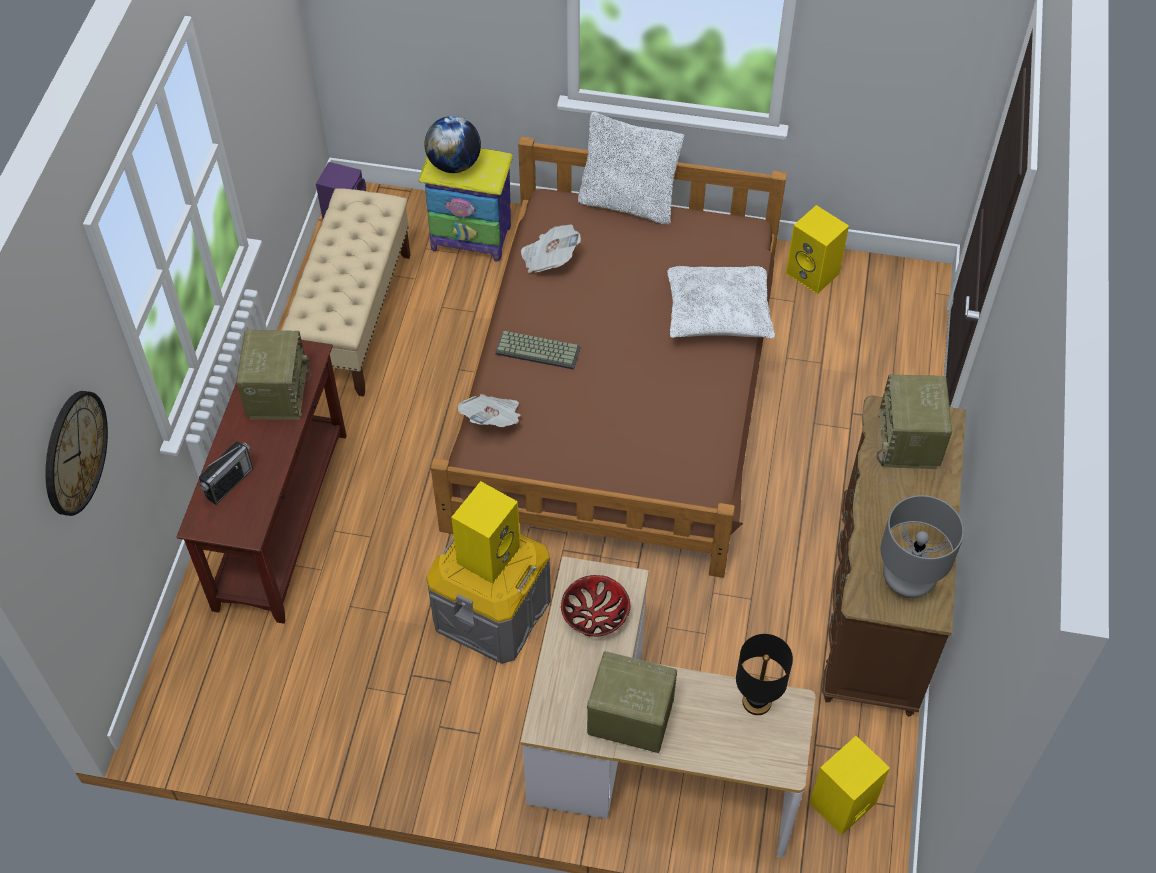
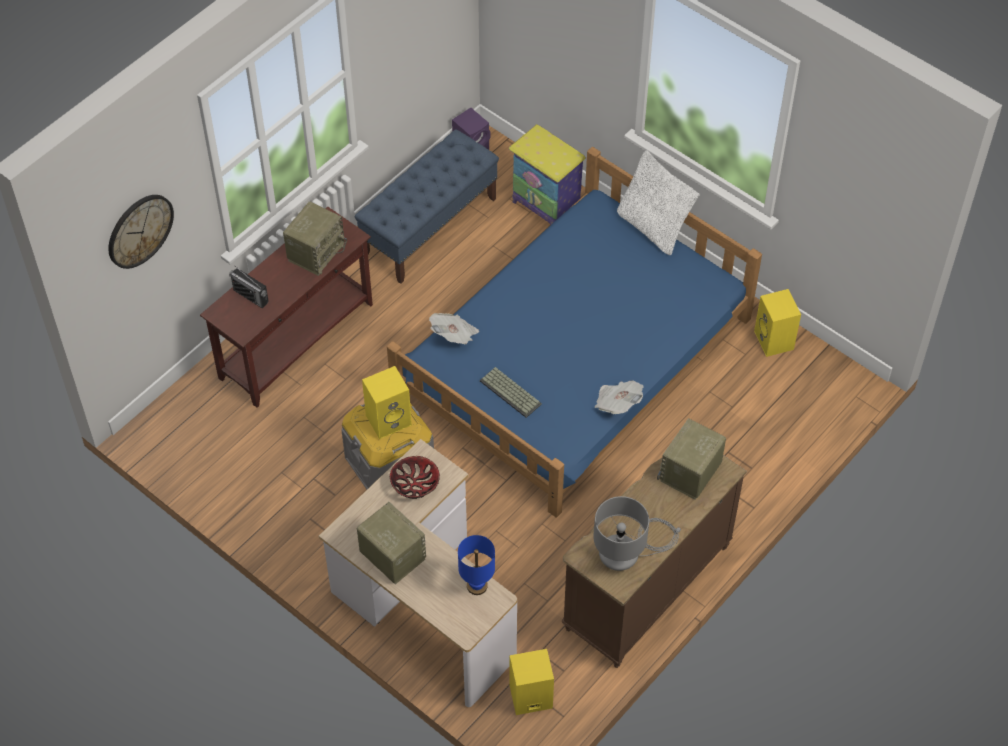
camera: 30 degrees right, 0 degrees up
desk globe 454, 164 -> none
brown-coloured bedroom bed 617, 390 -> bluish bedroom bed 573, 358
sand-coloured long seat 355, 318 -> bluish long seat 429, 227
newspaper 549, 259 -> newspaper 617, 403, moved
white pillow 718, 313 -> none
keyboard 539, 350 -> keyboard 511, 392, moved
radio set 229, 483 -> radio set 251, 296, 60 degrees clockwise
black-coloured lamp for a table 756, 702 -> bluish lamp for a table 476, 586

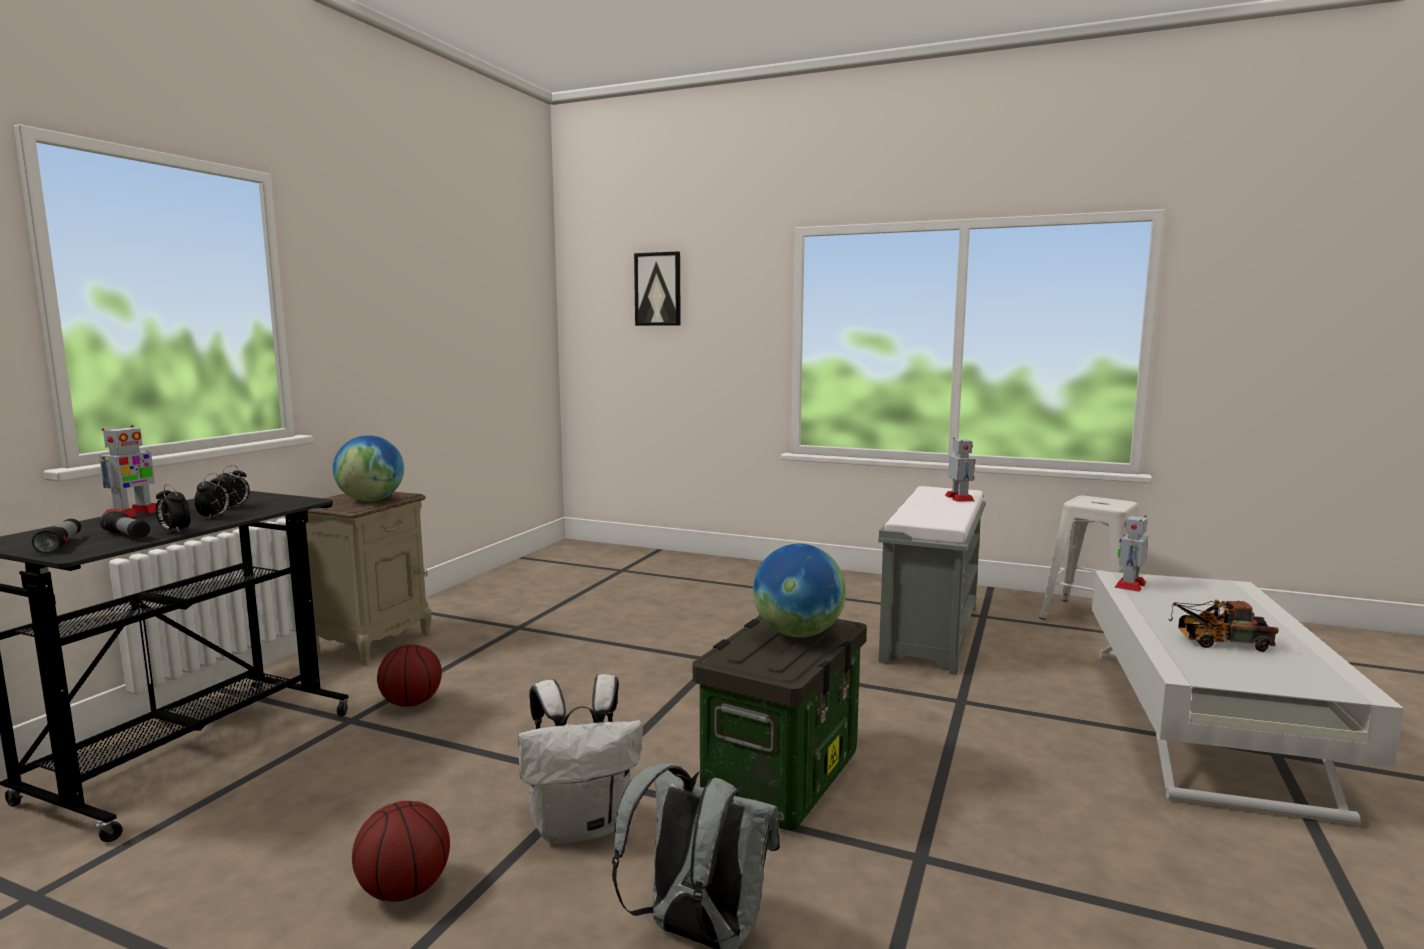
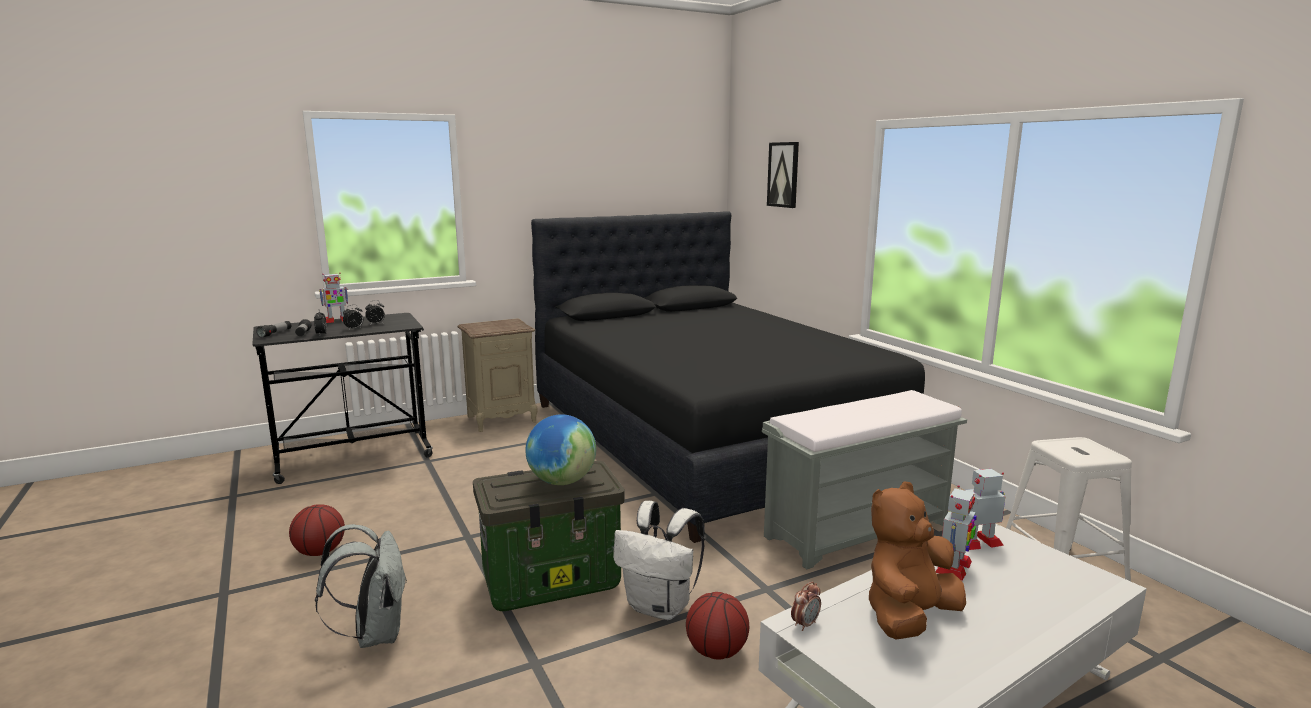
camera: 40 degrees right, 5 degrees up
desk globe 371, 500 -> none
model robot 959, 498 -> model robot 953, 567, moved
toy lorry 1218, 642 -> brown-coloured plush toy 908, 617
basketball ball 412, 703 -> basketball ball 717, 652, moved
white backpack 581, 826 -> white backpack 660, 607, moved
none -> black-coloured bedroom bed 710, 437
none -> table clock 805, 624

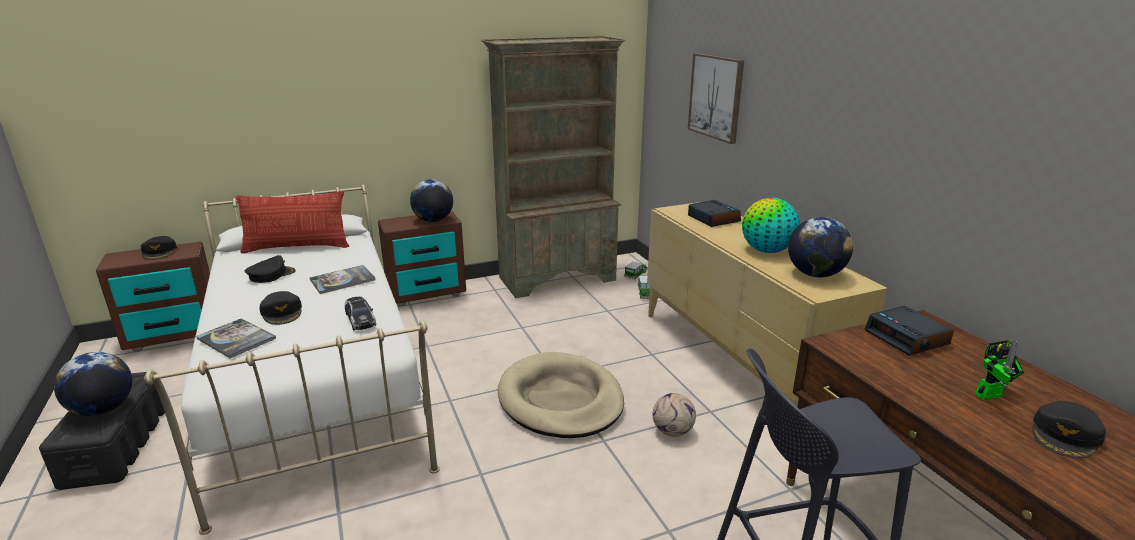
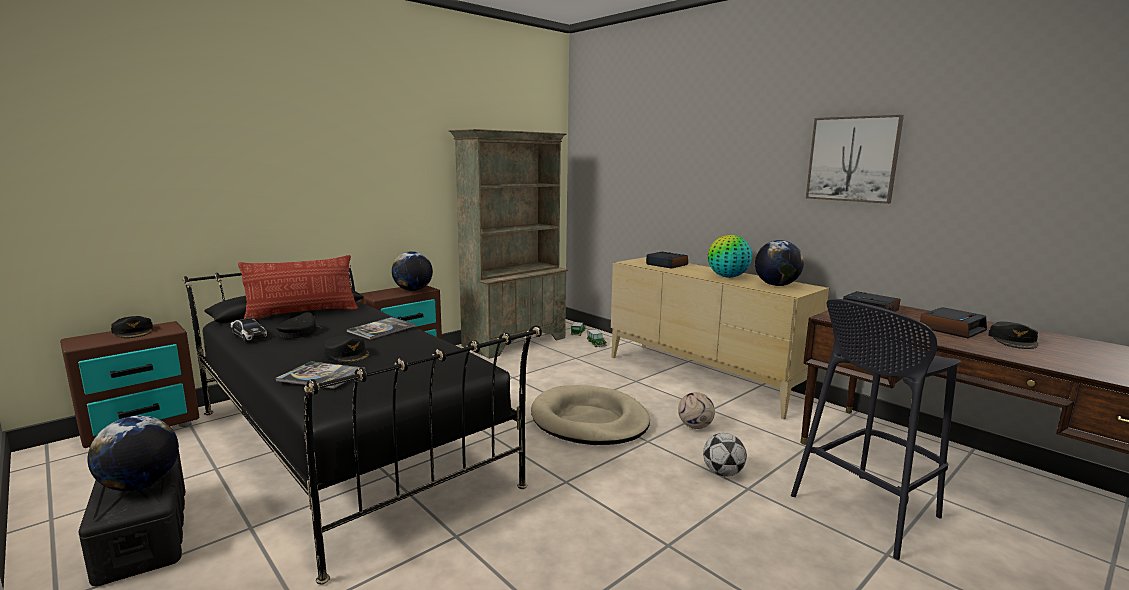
camera: 20 degrees left, 10 degrees down
picture 716, 97 -> picture 852, 159, moved
white bedroom bed 315, 387 -> black-coloured bedroom bed 346, 447
model car 360, 319 -> model car 249, 335, moved
model robot 991, 394 -> table clock 951, 329
none -> football ball 723, 473

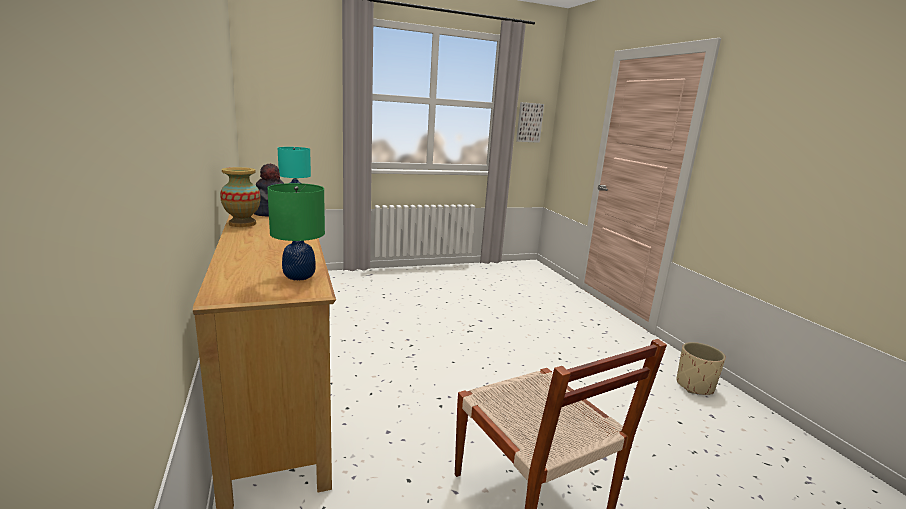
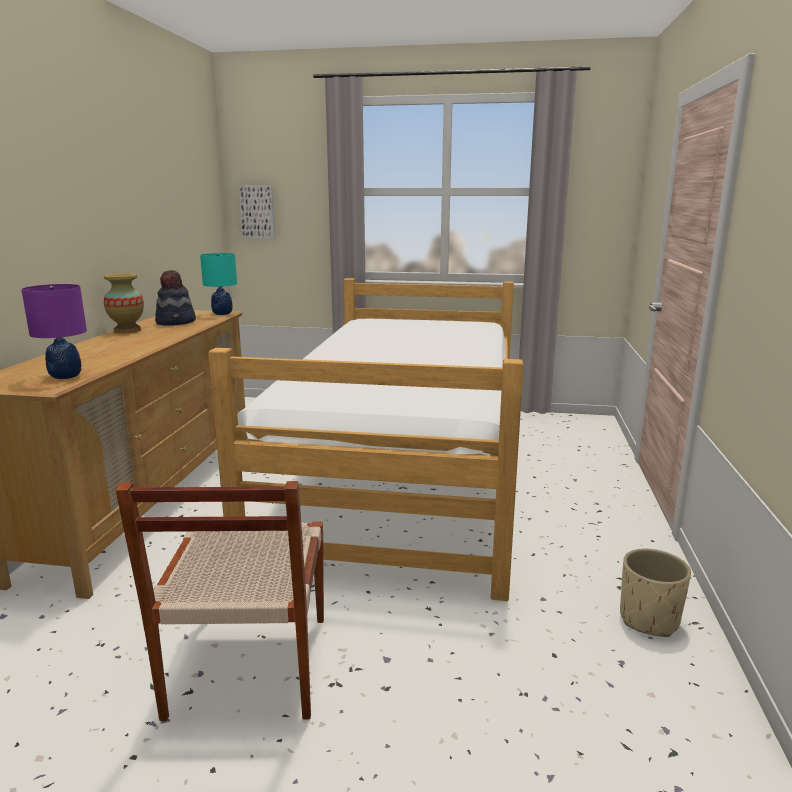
camera: 30 degrees right, 0 degrees up
picture 529, 122 -> picture 258, 212, moved
green-coloured lamp for a table 298, 277 -> purplish lamp for a table 65, 376
none -> bedroom bed 405, 474

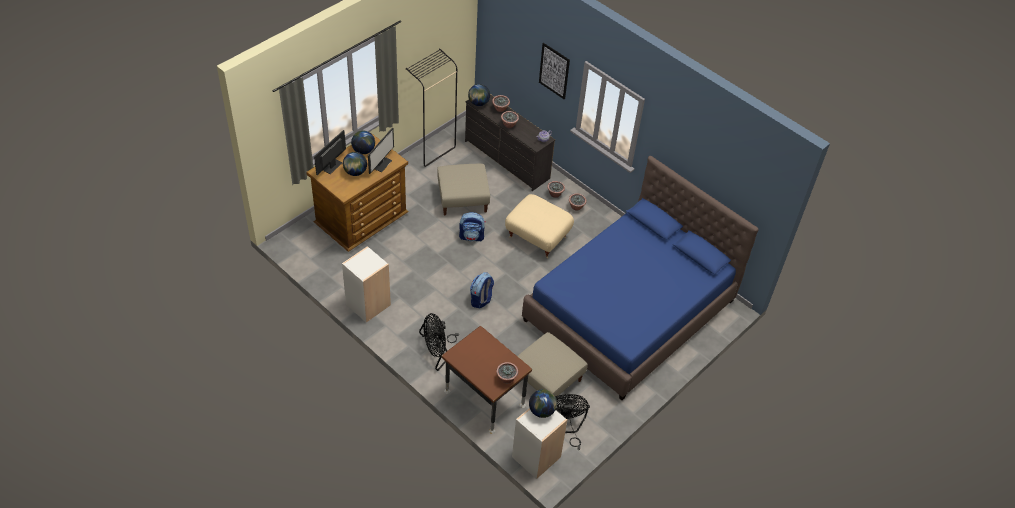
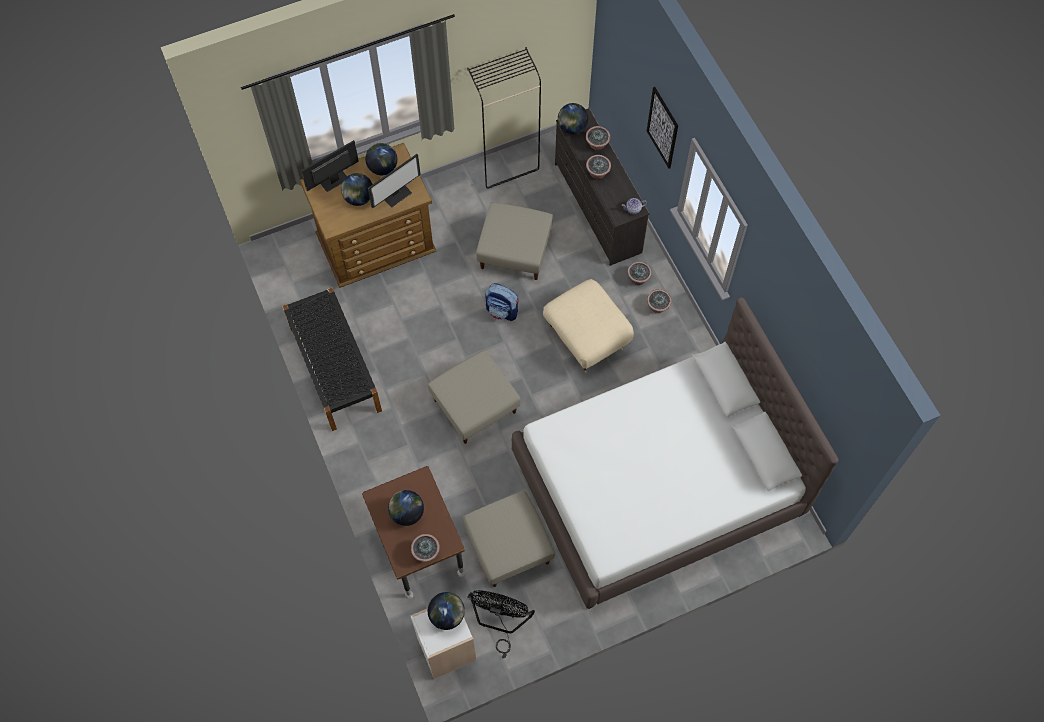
camera: 25 degrees right, 15 degrees up
bluish bedroom bed 629, 310 -> white bedroom bed 657, 483
bookcase 368, 304 -> black-coloured long seat 334, 369
backpack 481, 300 -> sand-coloured footrest 474, 406
black-coloured electric fan 438, 349 -> none
none -> desk globe 407, 513

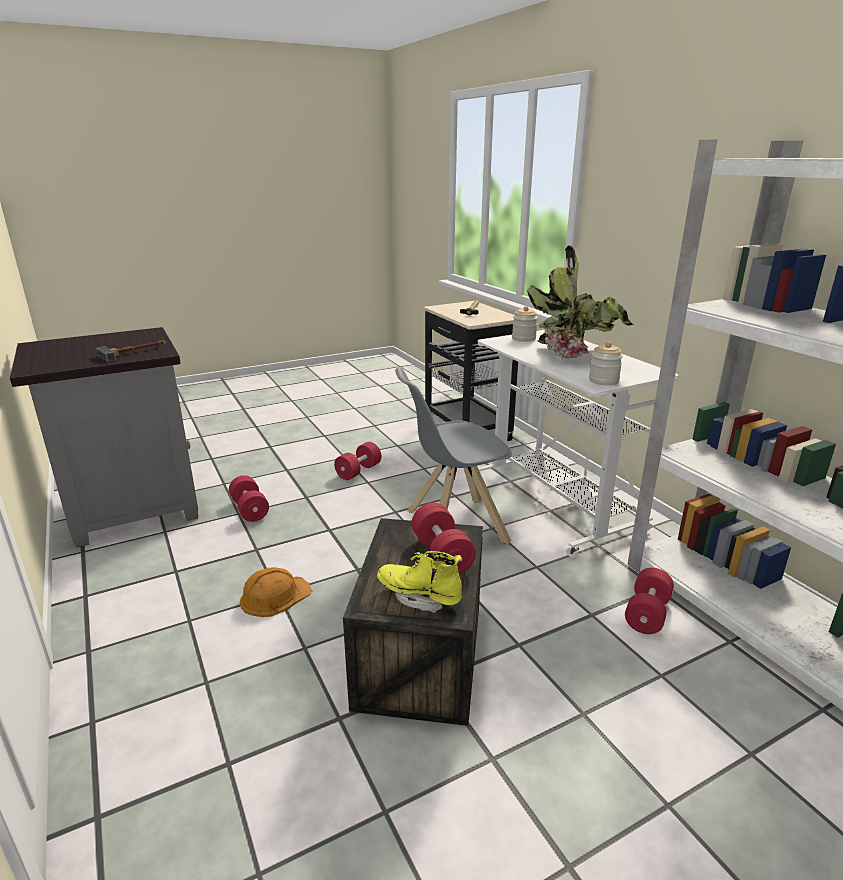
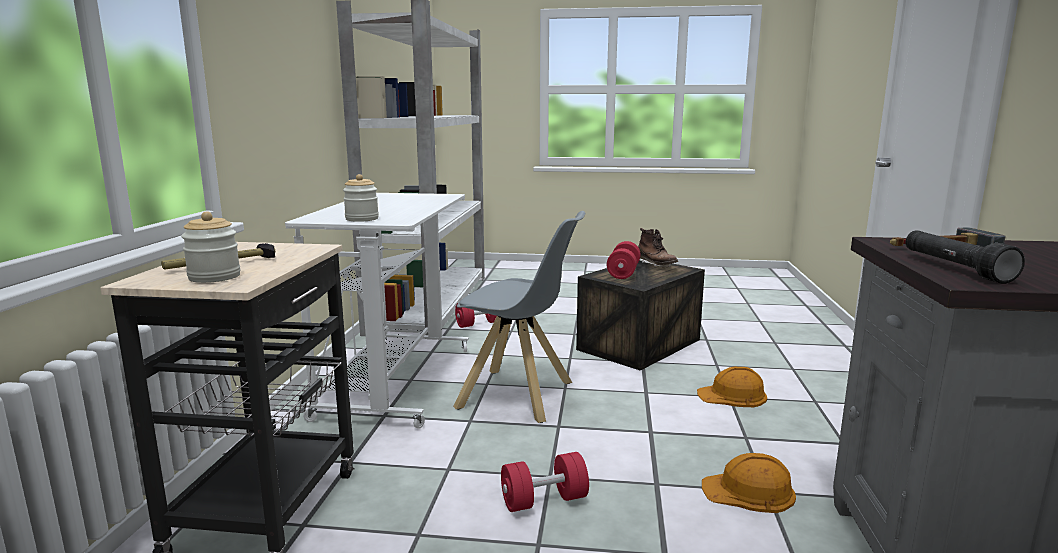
camera: 145 degrees left, 10 degrees down
houseplant 577, 356 -> none
storage jar 603, 381 -> storage jar 214, 277, moved
red hand weight 250, 509 -> orangey hard hat 749, 492
yellow boot 419, 597 -> brown-coloured boot 656, 266
none -> black-coloured hand torch 954, 268

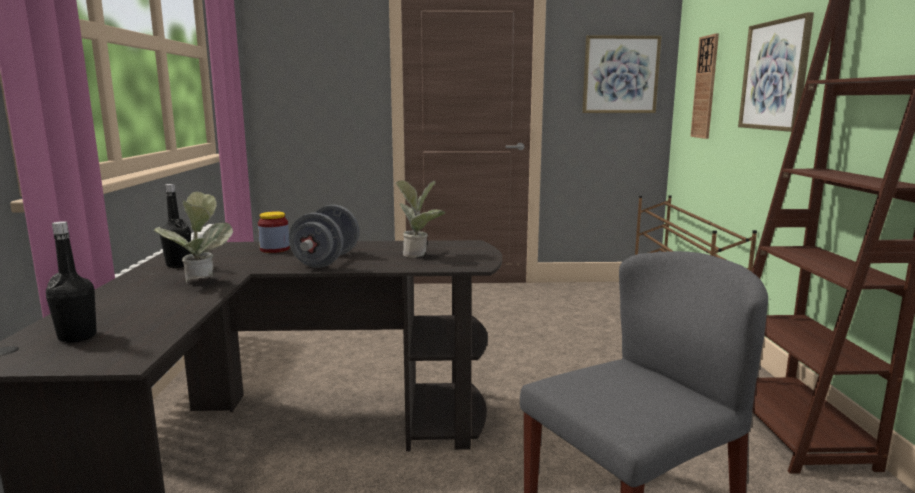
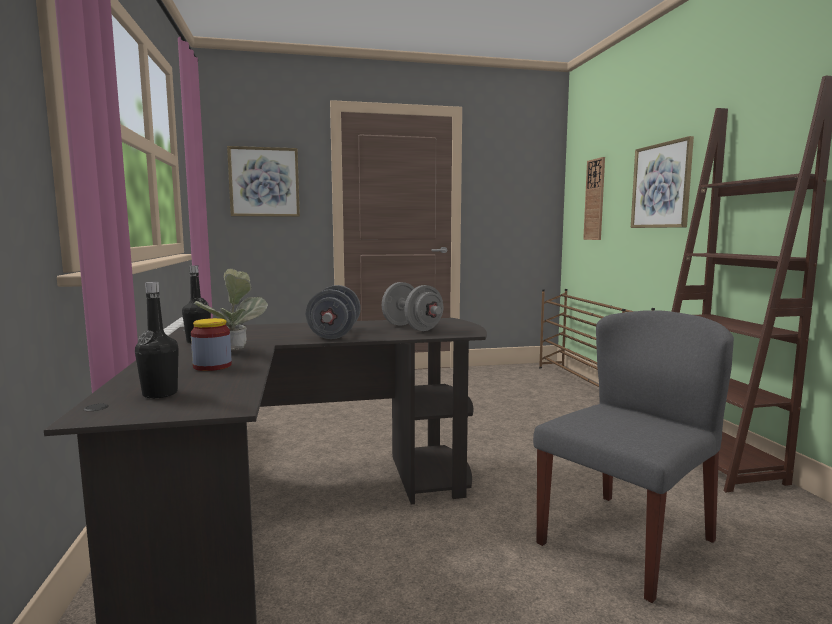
camera: 10 degrees left, 5 degrees down
picture 620, 75 -> picture 264, 182, moved
houseplant 419, 254 -> gray hand weight 412, 327
storage jar 274, 249 -> storage jar 212, 366, moved

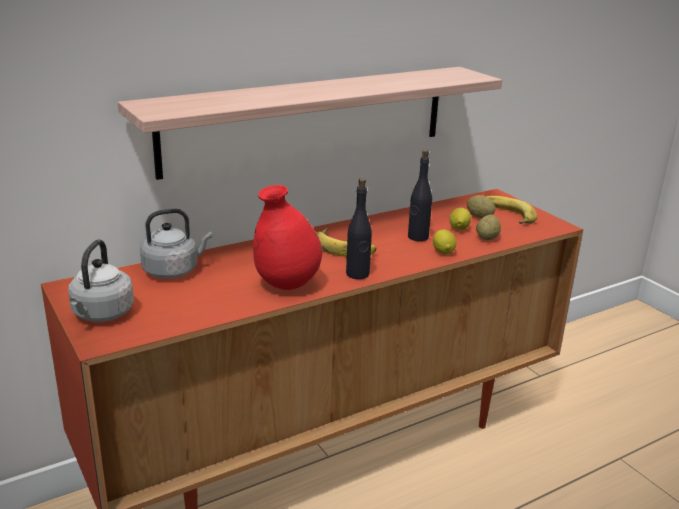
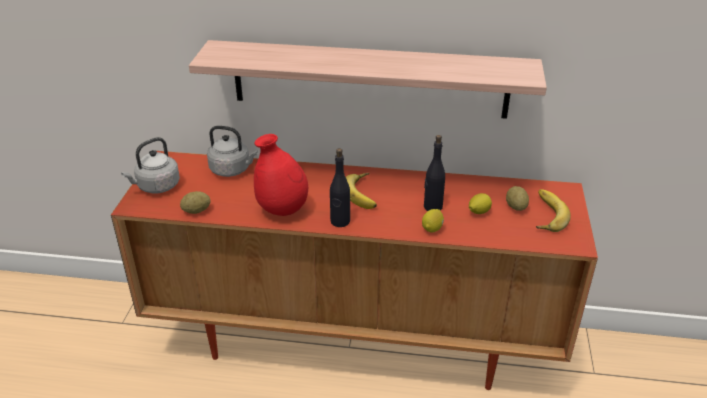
camera: 40 degrees right, 10 degrees up
spud 487, 238 -> spud 196, 211, moved

